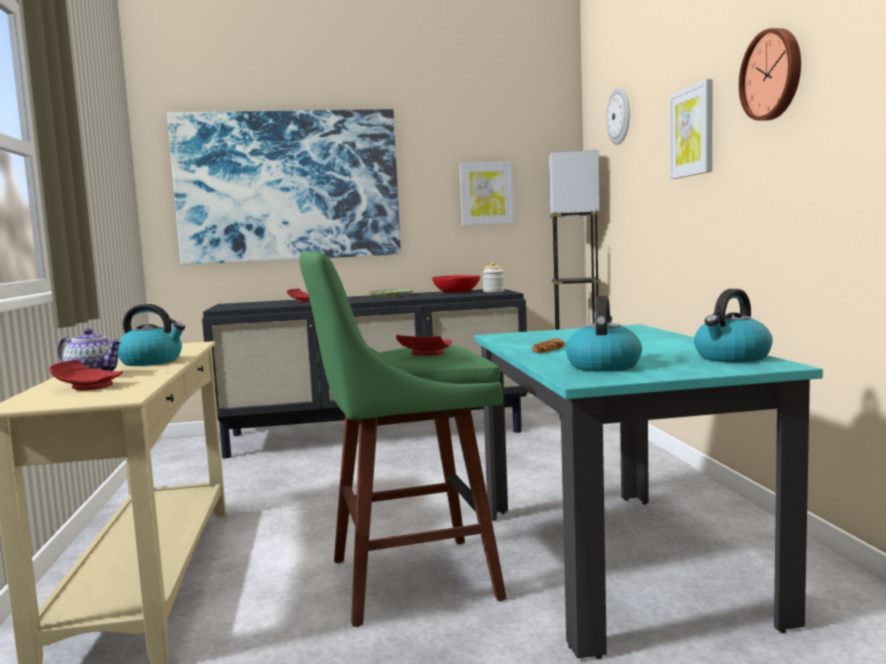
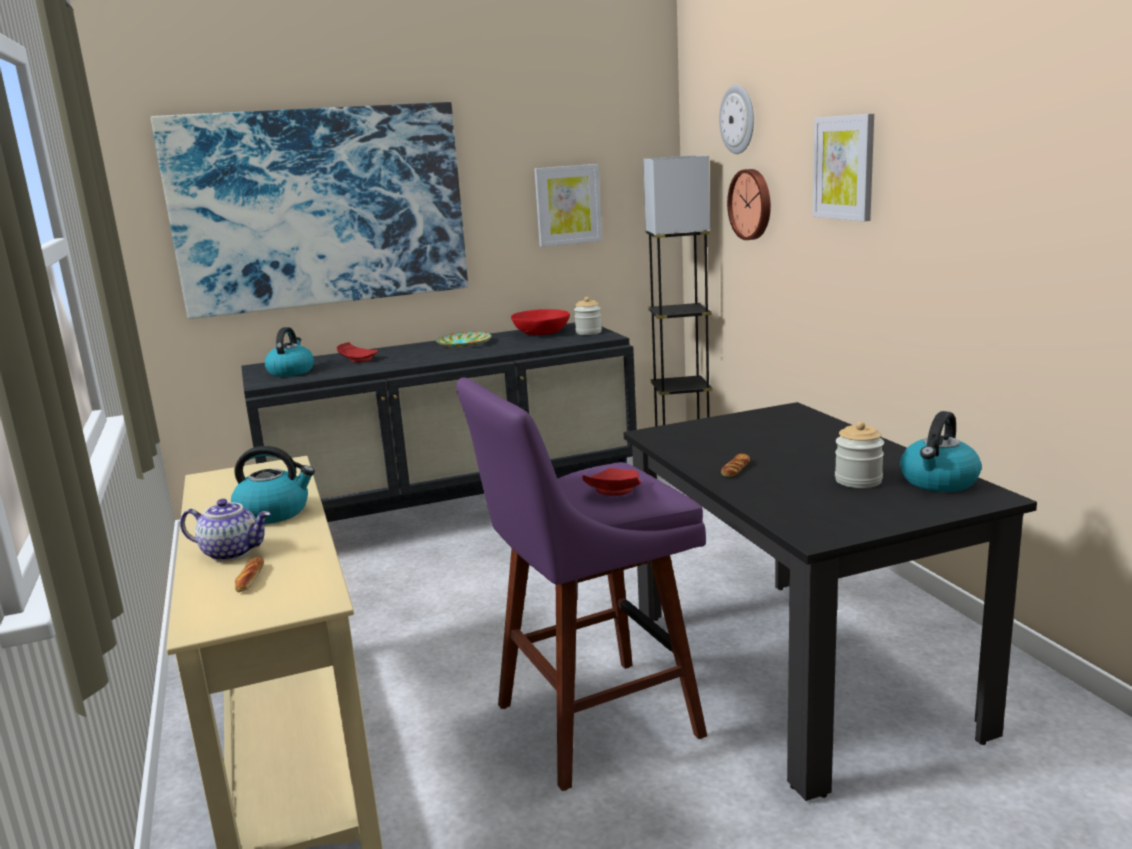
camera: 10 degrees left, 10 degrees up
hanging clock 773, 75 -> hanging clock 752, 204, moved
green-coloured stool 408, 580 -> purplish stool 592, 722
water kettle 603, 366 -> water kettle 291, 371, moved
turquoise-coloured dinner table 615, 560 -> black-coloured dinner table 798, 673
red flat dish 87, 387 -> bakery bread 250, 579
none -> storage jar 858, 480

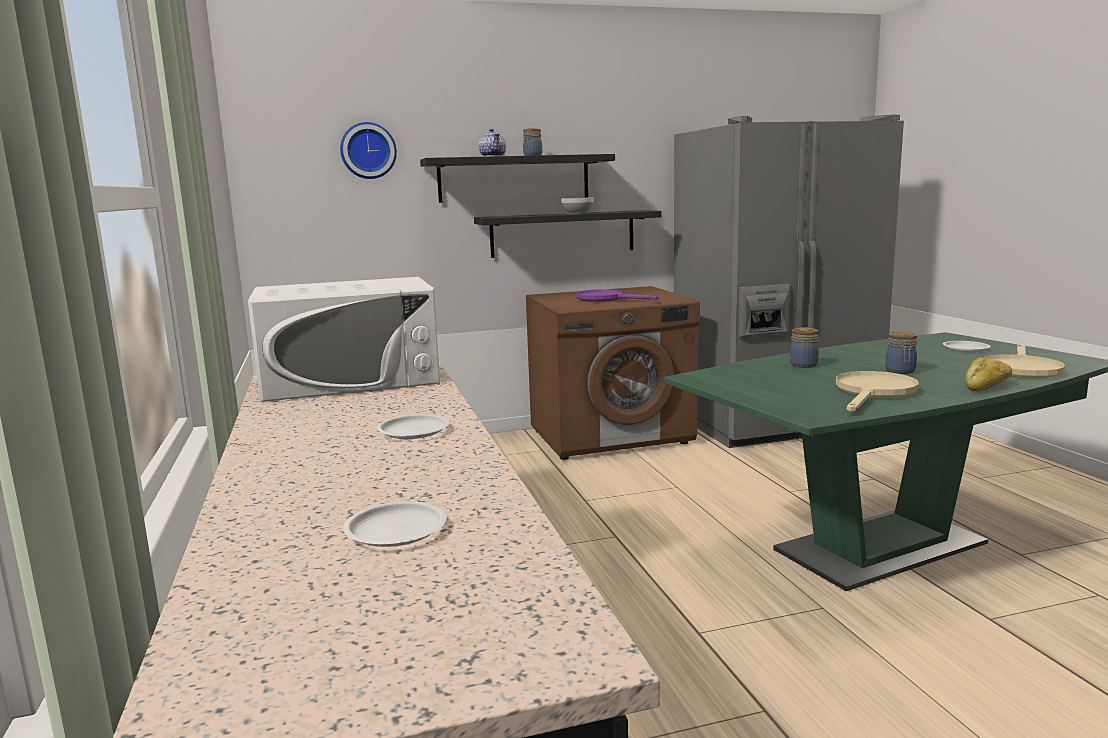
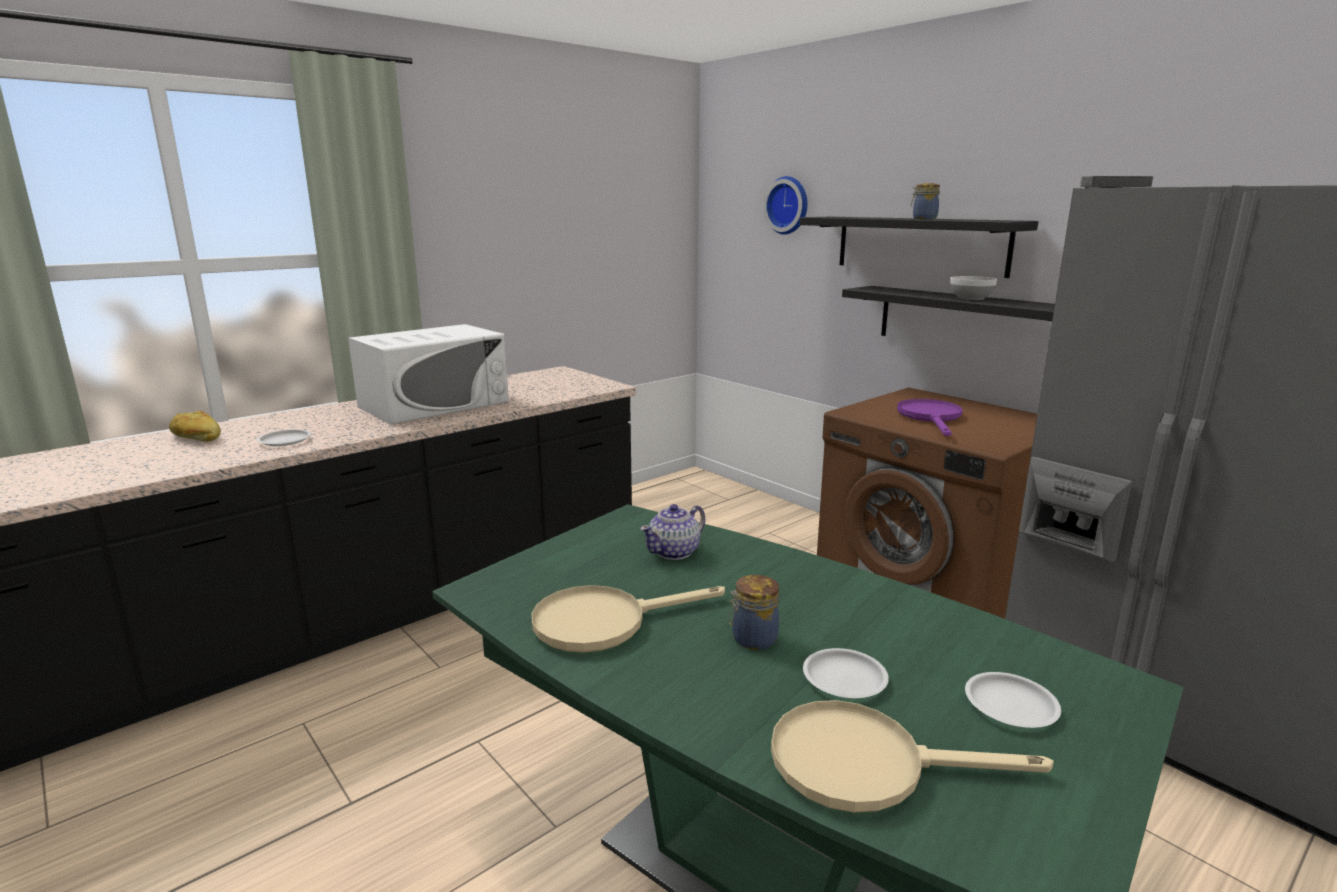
camera: 65 degrees right, 5 degrees up
teapot 493, 156 -> teapot 674, 552, moved
white microwave 350, 379 -> white microwave 434, 404, 90 degrees counterclockwise
storage jar 803, 365 -> none
bakery bread 987, 386 -> bakery bread 196, 438, moved
sand-coloured frying pan 873, 393 -> sand-coloured frying pan 604, 621, 150 degrees clockwise
white flat dish 396, 530 -> white flat dish 845, 678, moved

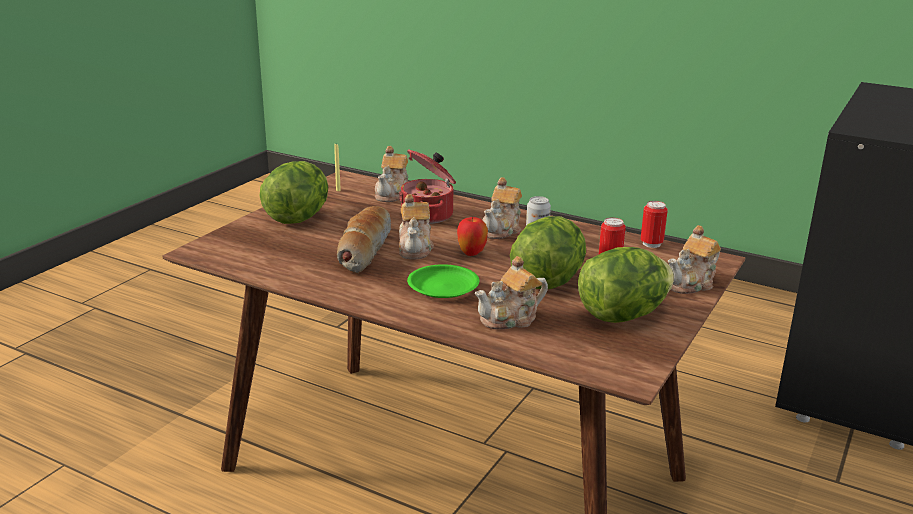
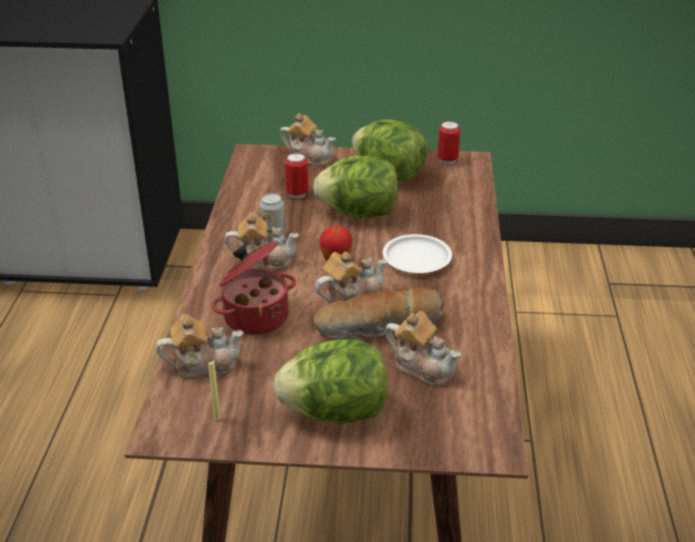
camera: 115 degrees left, 10 degrees up
can 651, 244 -> can 447, 160, moved
teapot 511, 319 -> teapot 422, 367, moved
green-coloured flat dish 443, 286 -> white flat dish 416, 259

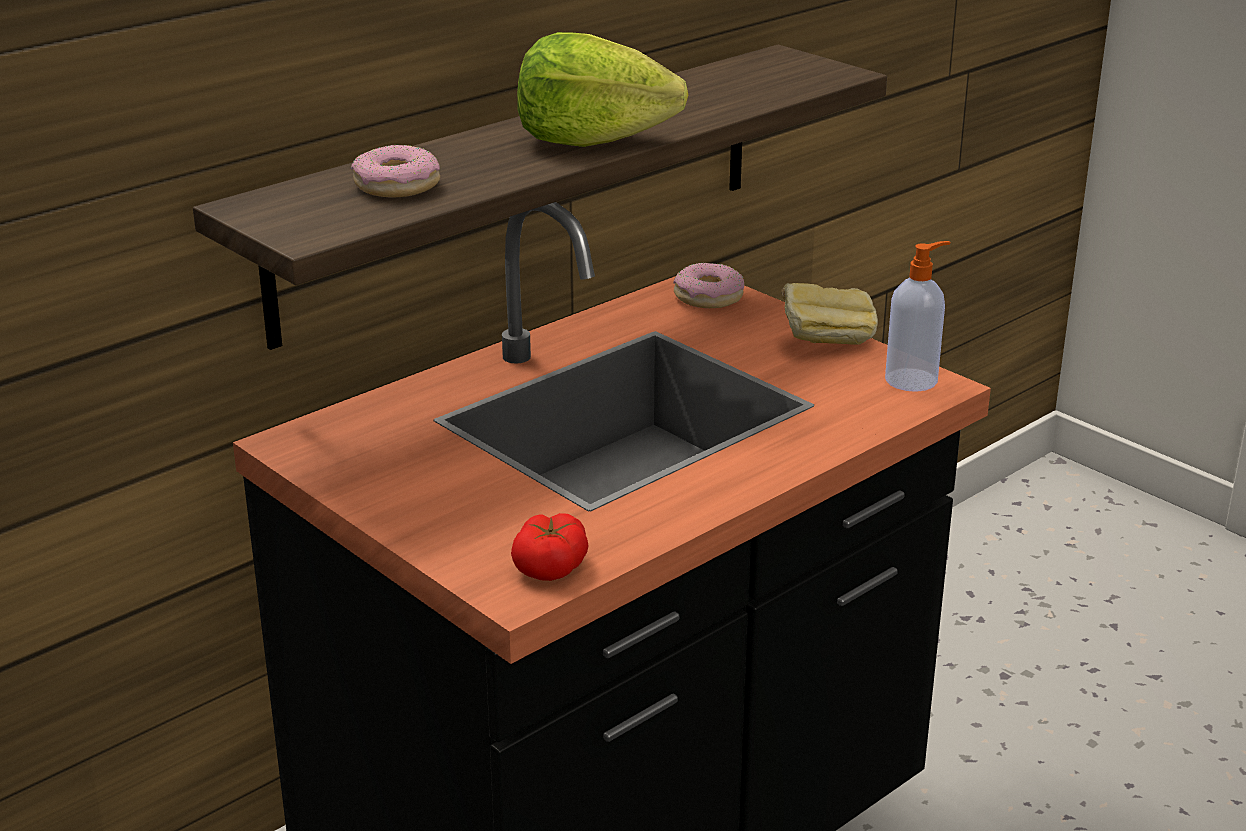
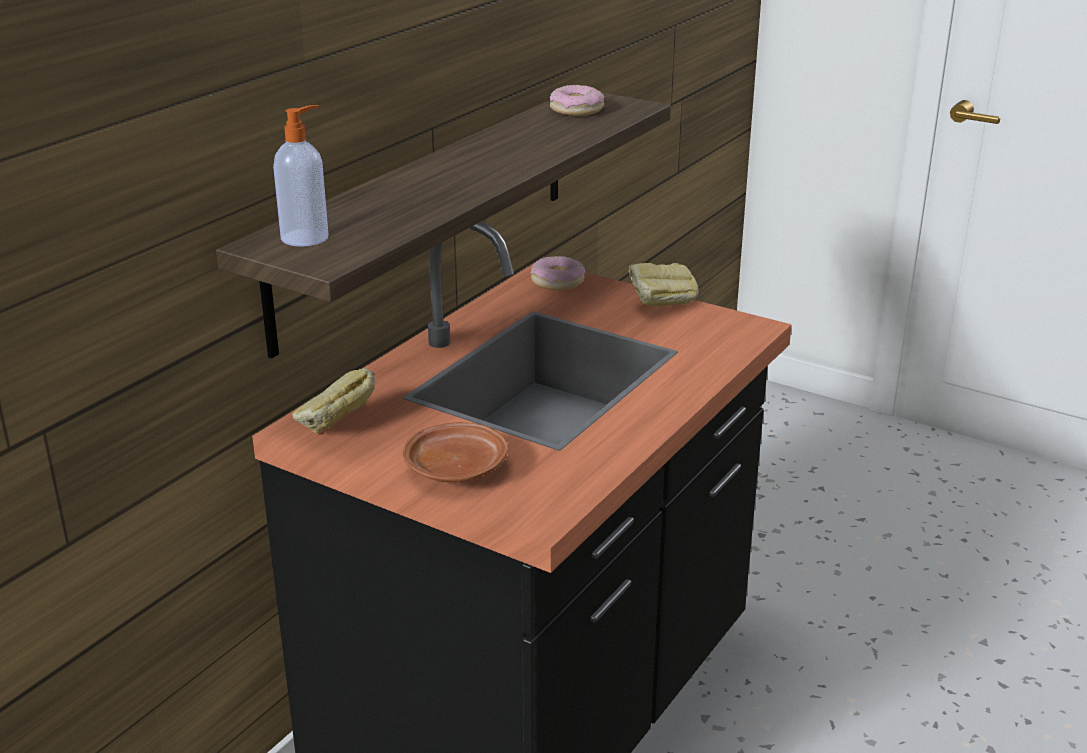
camera: 15 degrees left, 0 degrees up
lettuce head 592, 139 -> none
donut 397, 185 -> donut 576, 109, moved
soap bottle 913, 380 -> soap bottle 306, 237, moved
fresh tomato 551, 566 -> none
none -> bakery bread 338, 426
none -> brown-coloured flat dish 456, 468

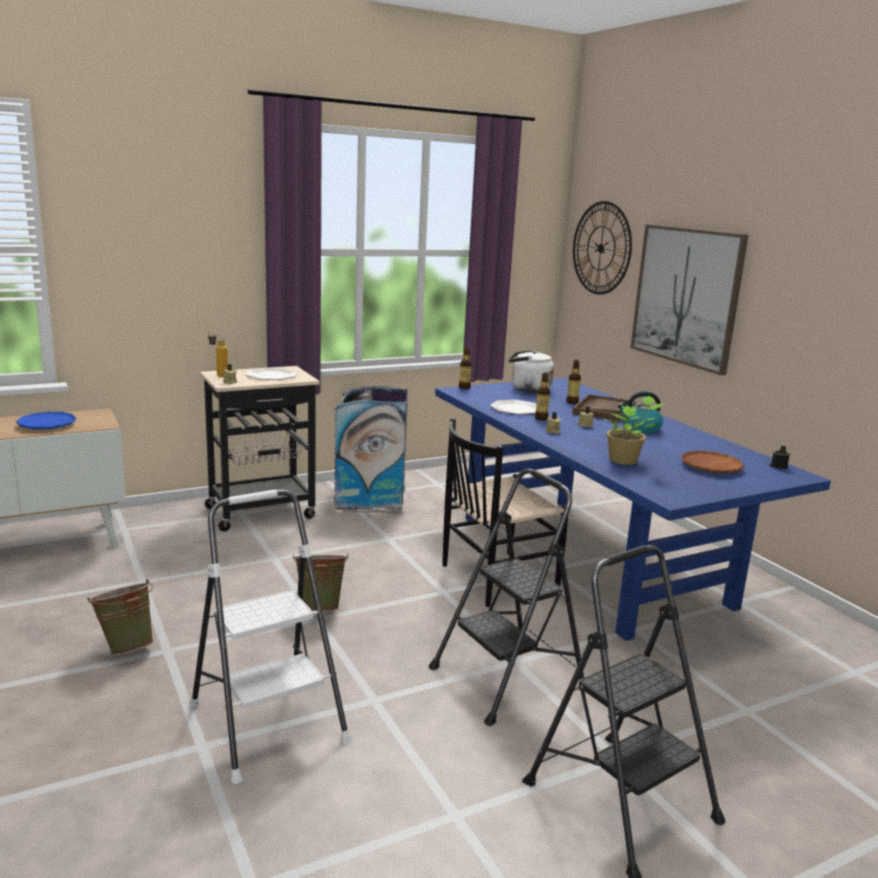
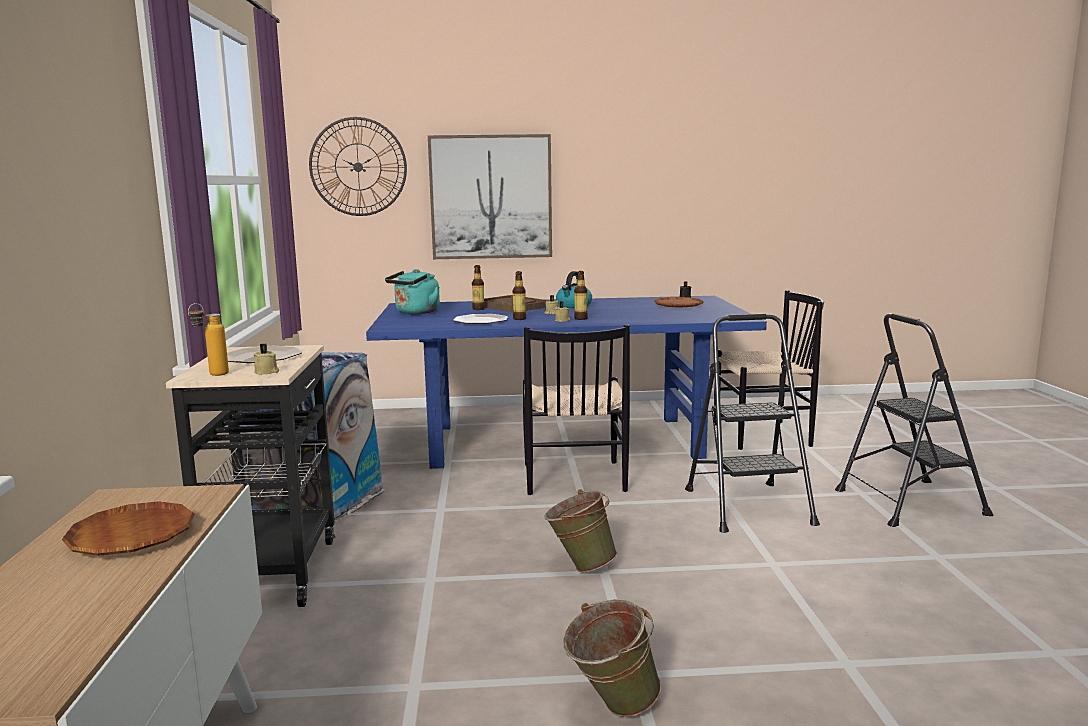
camera: 65 degrees left, 5 degrees down
drink bottle 464, 388 -> drink bottle 581, 318, moved
white water kettle 528, 389 -> turquoise-coloured water kettle 415, 312
houseplant 625, 461 -> none
bluish flat dish 47, 425 -> brown-coloured flat dish 132, 536
white stepladder 267, 718 -> none
none -> black-coloured chair 766, 435

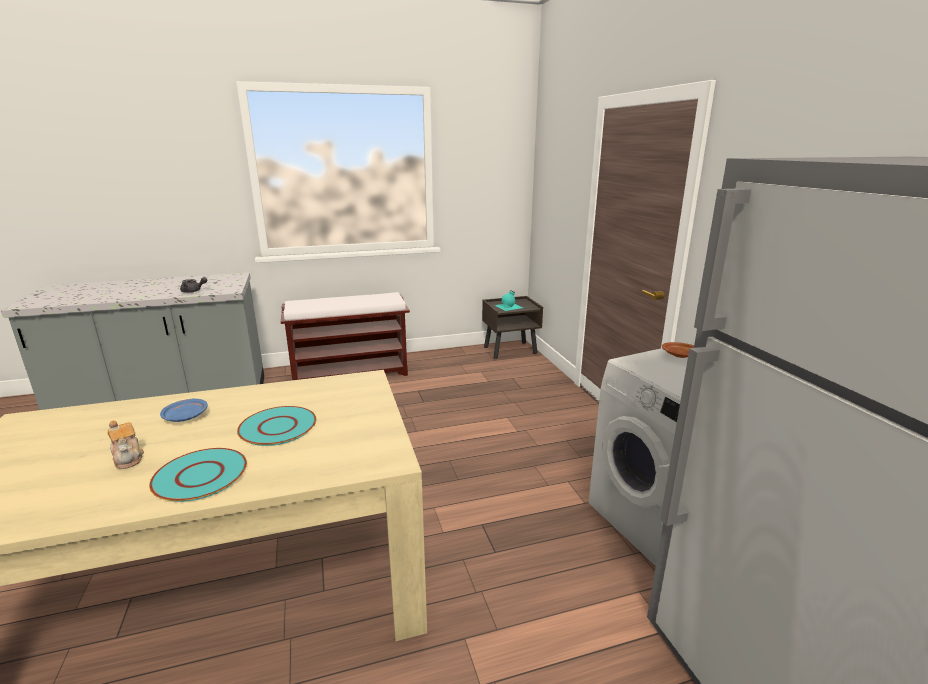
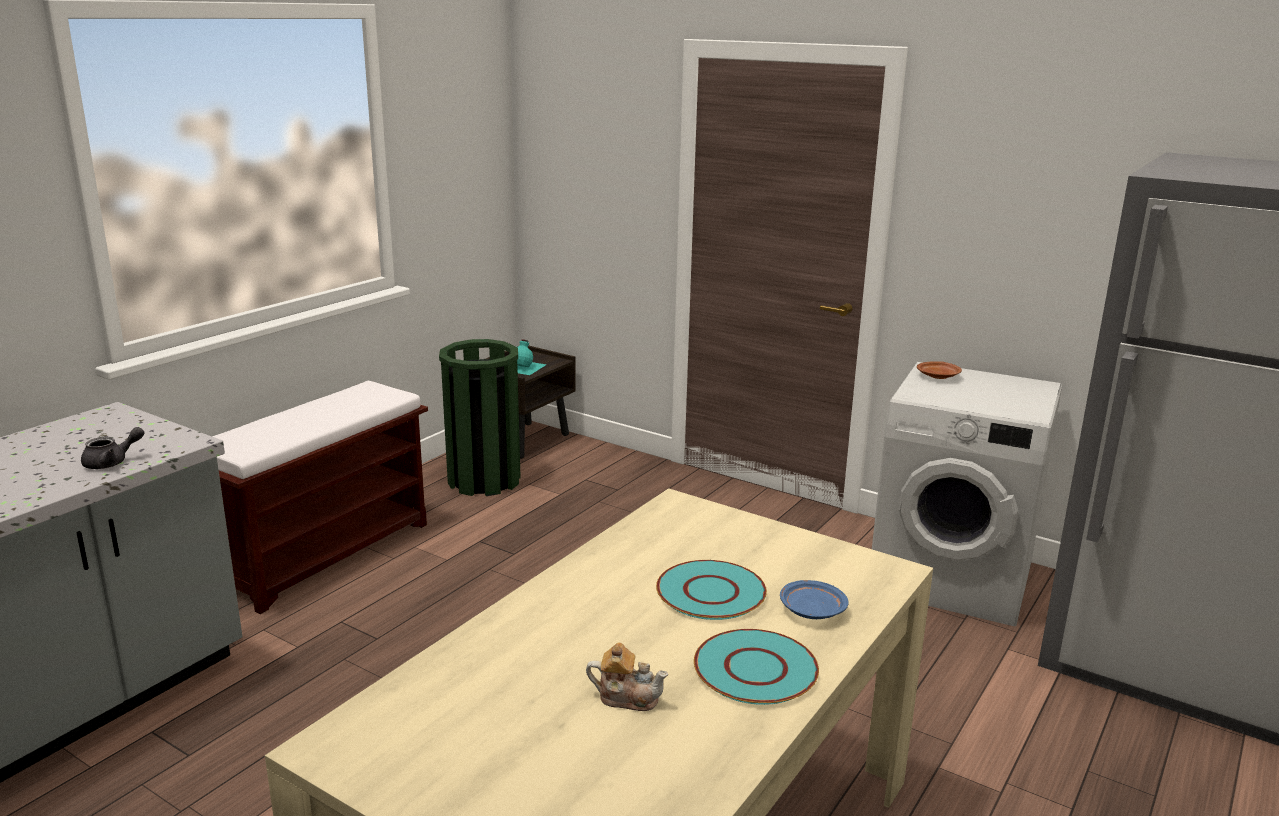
camera: 40 degrees left, 0 degrees up
bluish flat dish 185, 416 -> bluish flat dish 811, 610, moved
none -> green-coloured rubbish bin 484, 480

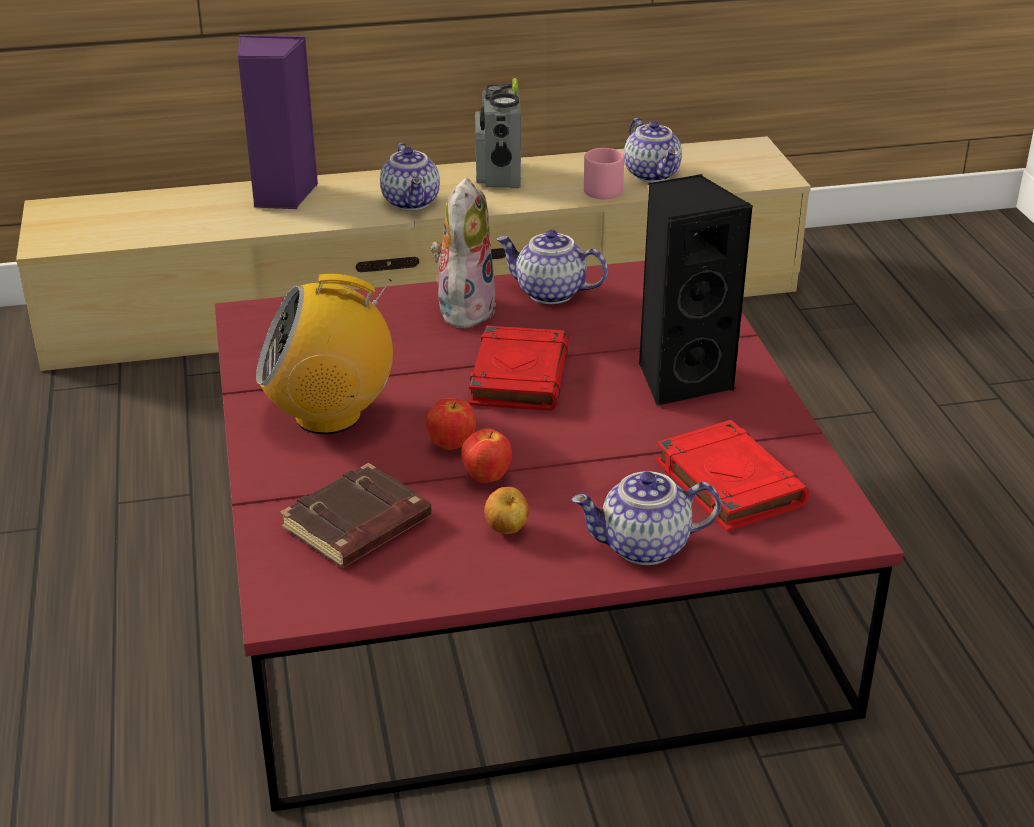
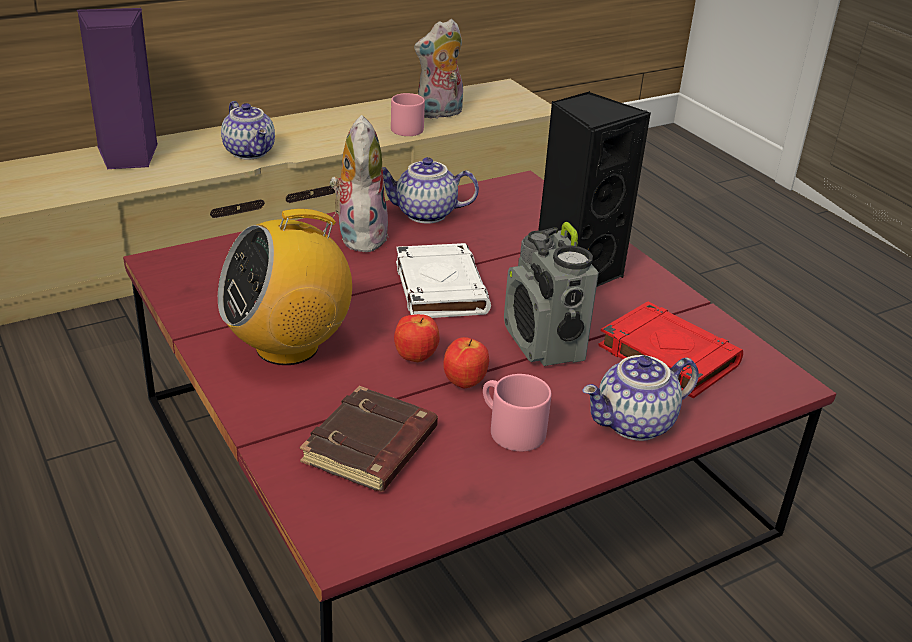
camera: 20 degrees left, 0 degrees up
radio set 498, 176 -> radio set 544, 344, moved
teapot 653, 174 -> plush toy 440, 113
red bound book 519, 376 -> white bound book 439, 287
apple 507, 530 -> pinkish coffee mug 509, 429

